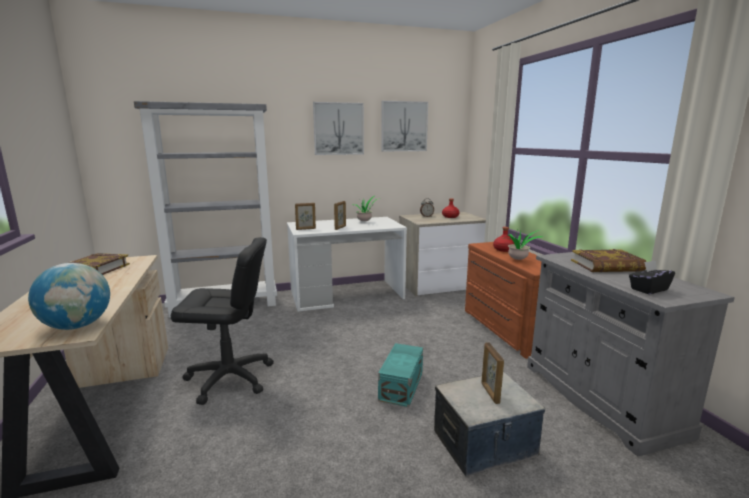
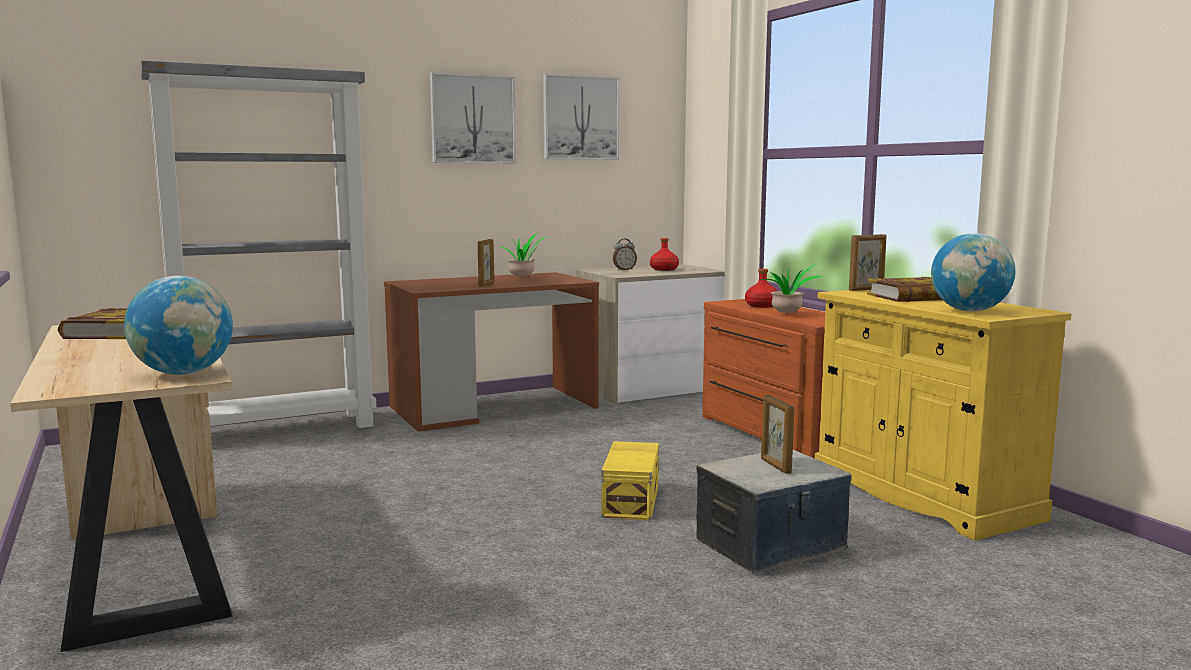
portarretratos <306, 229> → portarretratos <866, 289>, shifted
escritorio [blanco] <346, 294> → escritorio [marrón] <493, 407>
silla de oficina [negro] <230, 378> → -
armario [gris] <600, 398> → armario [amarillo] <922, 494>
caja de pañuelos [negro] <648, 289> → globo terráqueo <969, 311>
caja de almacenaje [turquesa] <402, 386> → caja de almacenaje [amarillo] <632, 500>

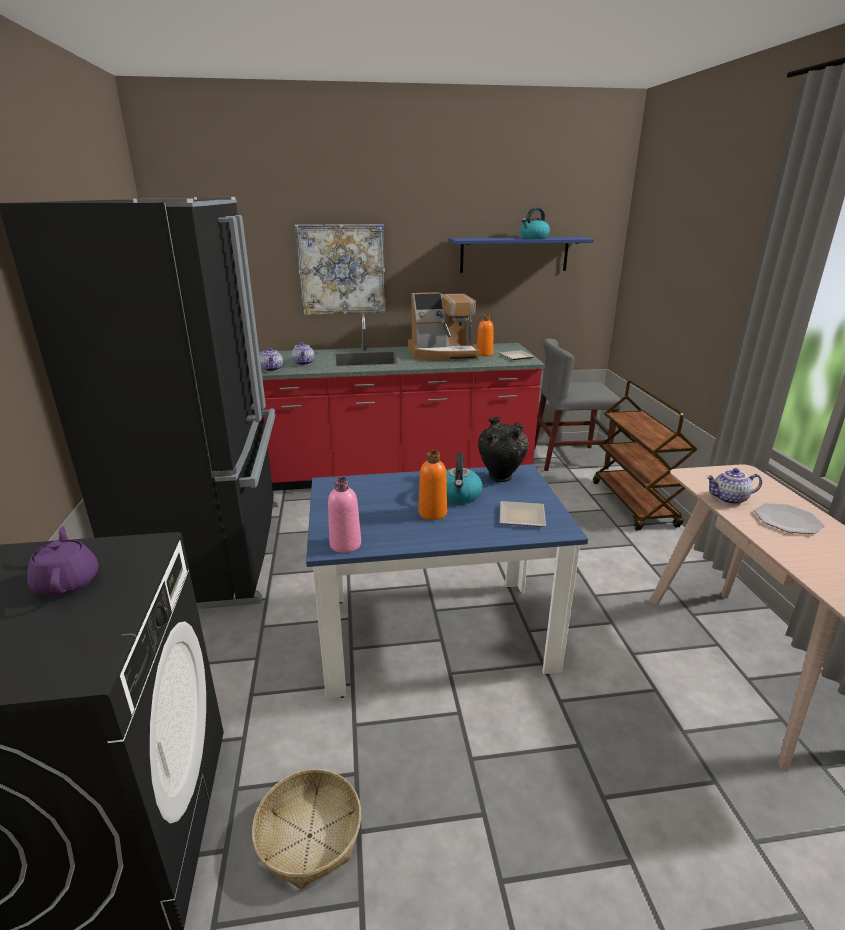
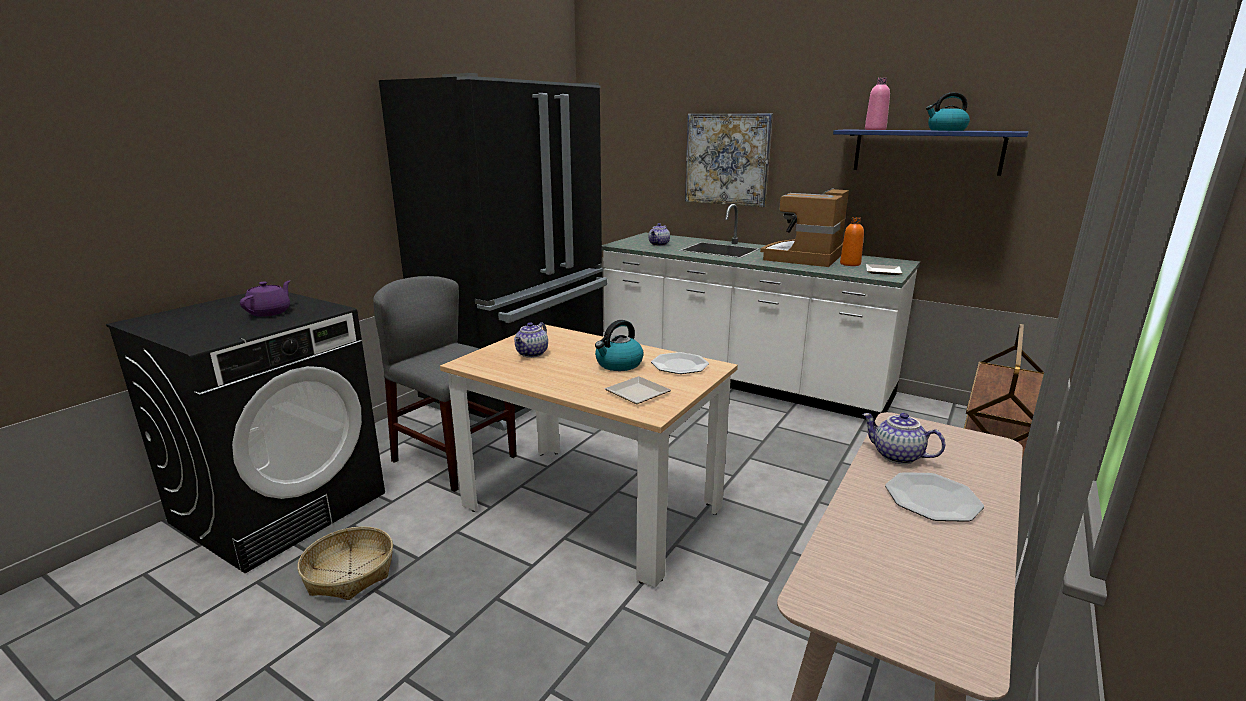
cafetera <443, 354> → cafetera <804, 257>, 90 degrees clockwise
mueble bajo de cocina [rojo] <399, 471> → mueble bajo de cocina [blanco] <741, 379>
silla [gris] <568, 458> → silla [gris] <455, 458>, shifted
tetera <272, 369> → tetera <532, 354>, shifted
florero [negro] <500, 479> → plato <680, 365>
botella [naranja] <432, 513> → -
mesa de comedor [azul] <435, 635> → mesa de comedor [beis] <591, 507>
botella [rosa] <345, 544> → botella [rosa] <875, 129>, shifted

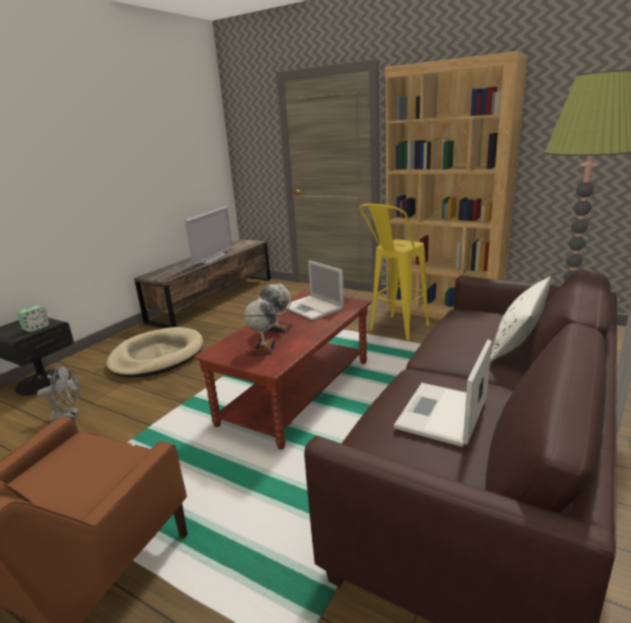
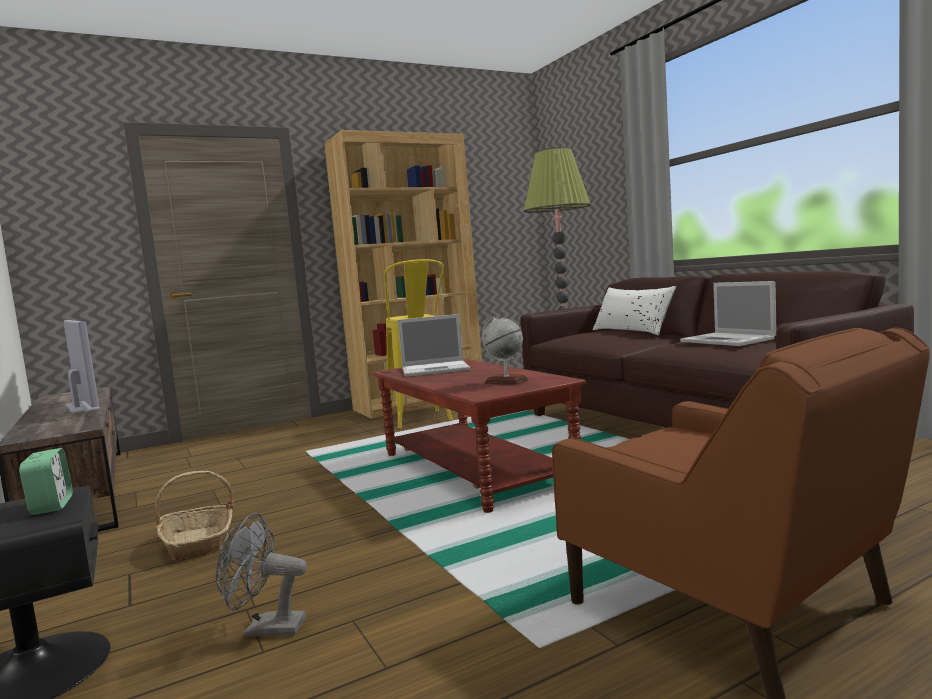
globo terráqueo <277, 328> → -
cama para perro [beis] <157, 356> → cesta <198, 543>
ventilador [gris] <69, 415> → ventilador [gris] <265, 629>, 105 degrees counterclockwise

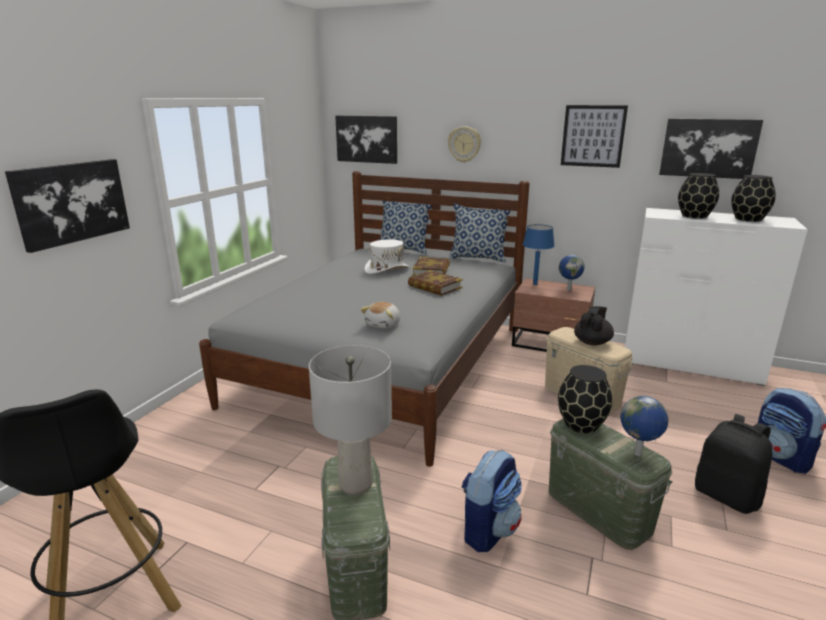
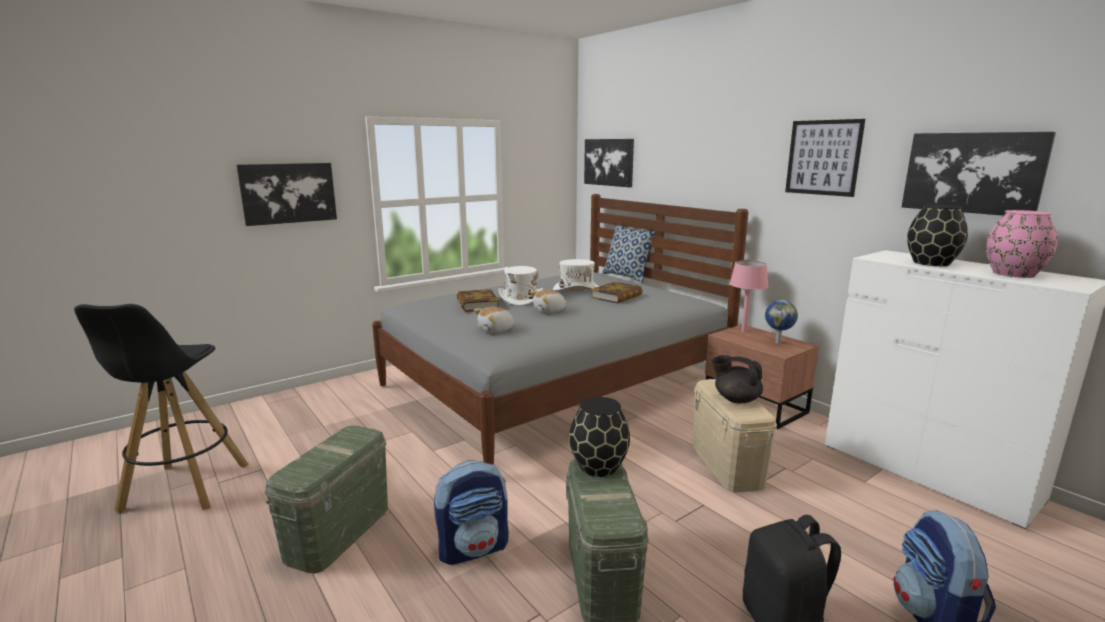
reloj de pared <464, 144> → -
florero [negro] <747, 219> → florero [rosa] <1013, 273>
cojín <478, 258> → -
lámpara de mesa [azul] <535, 284> → lámpara de mesa [rosa] <744, 331>
libro <434, 287> → libro <477, 304>, shifted
tetera [negro] <592, 342> → tetera [negro] <736, 399>, 120 degrees counterclockwise
lámpara de mesa [gris] <355, 485> → -
globo terráqueo <638, 454> → -
- → sombrero [blanco] <520, 298>
- → peluche <549, 311>

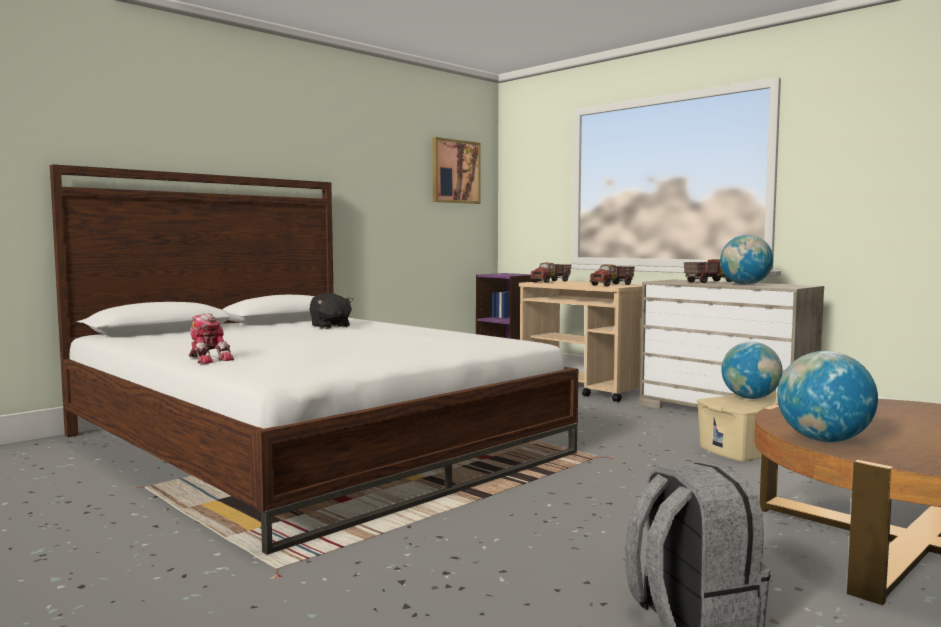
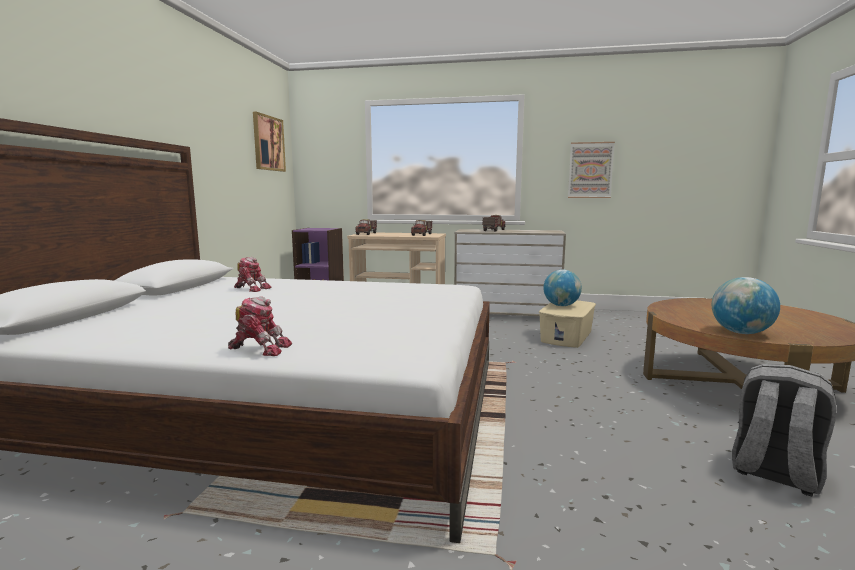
globo terráqueo <745, 284> → -
peluche [negro] <330, 326> → robot de juguete <251, 288>
- → cuadro <590, 170>

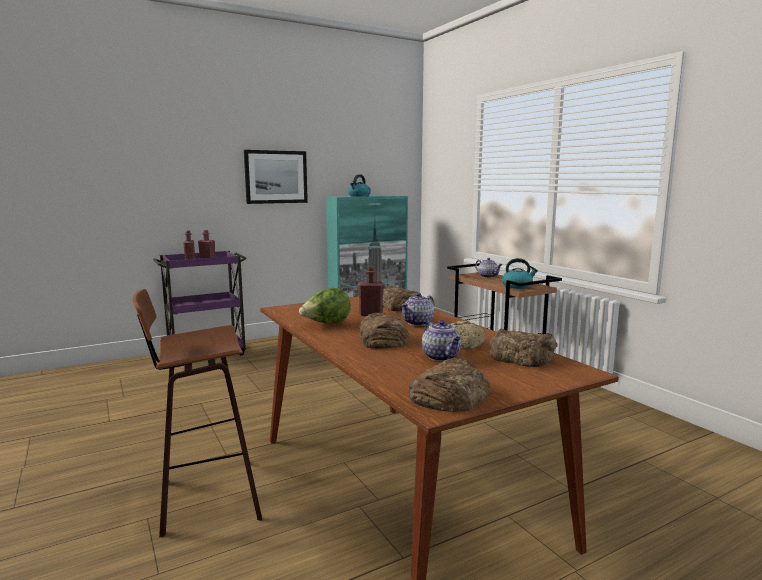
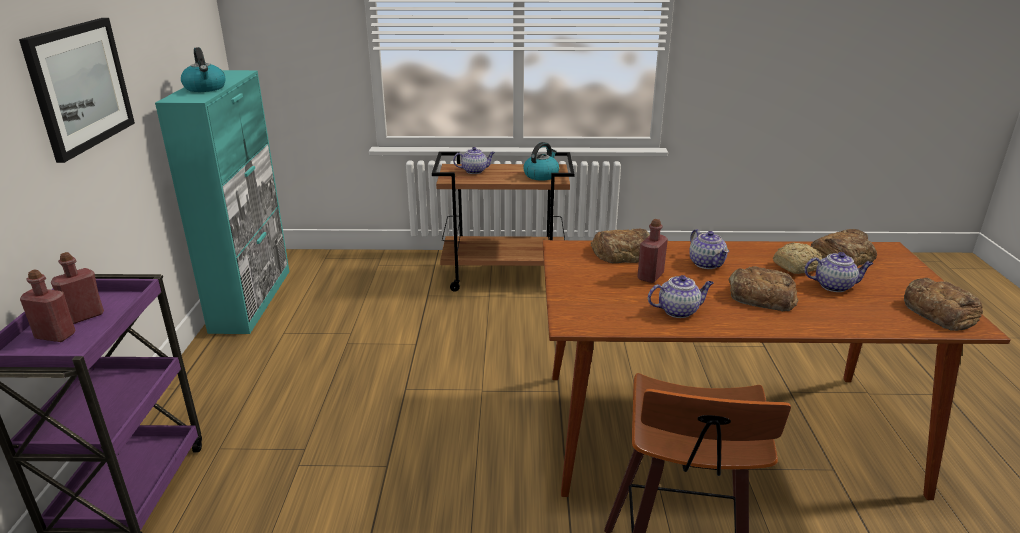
lechuga <326, 324> → tetera <678, 311>

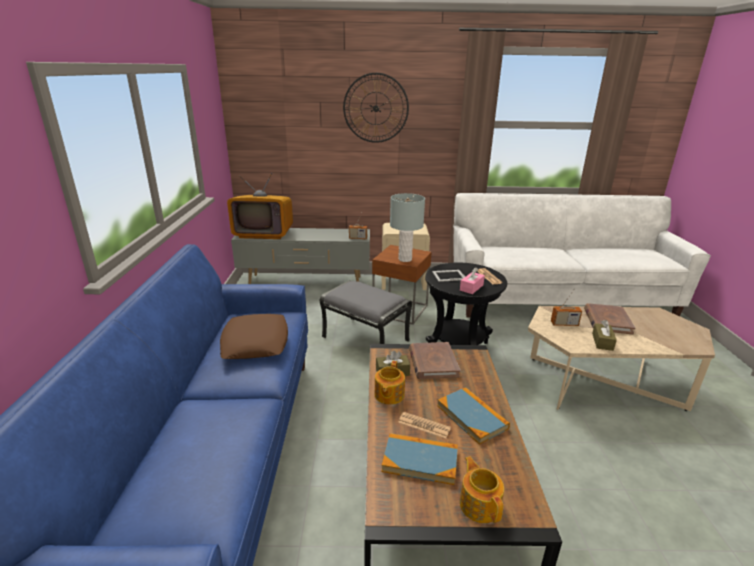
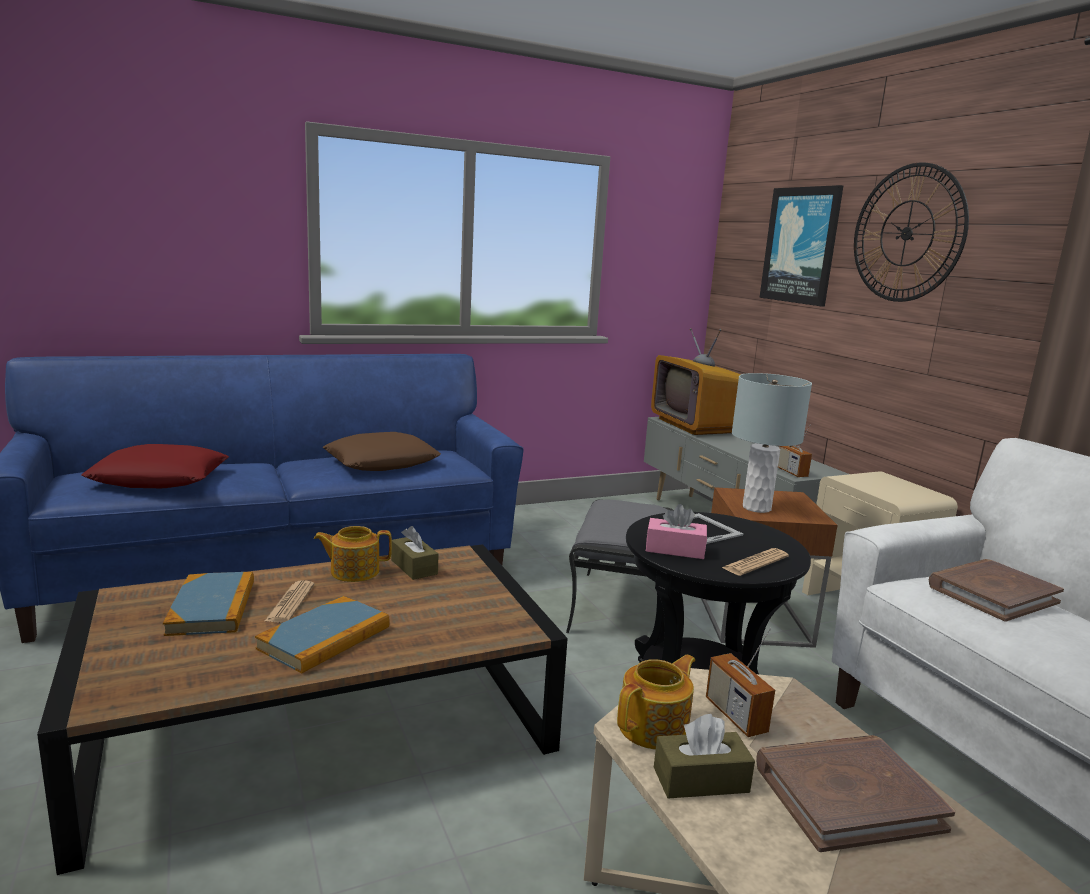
libro [marrón] <432, 363> → libro [marrón] <992, 594>, shifted
tetera <479, 504> → tetera <655, 727>, shifted
- → cuadro <801, 245>
- → cojín [rojo] <160, 478>

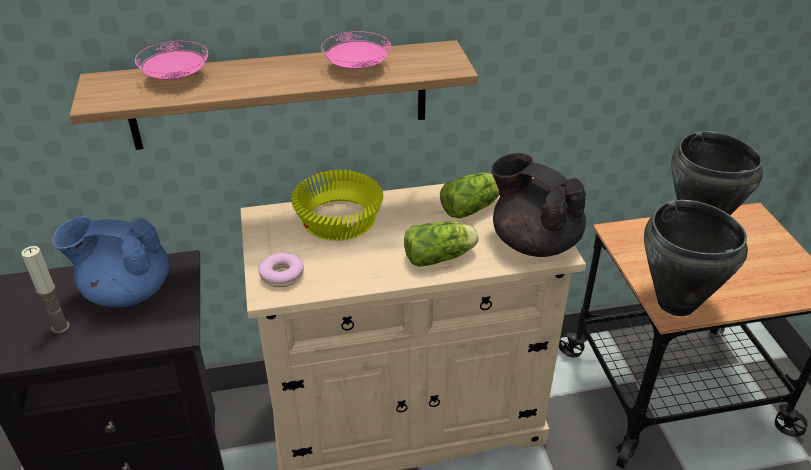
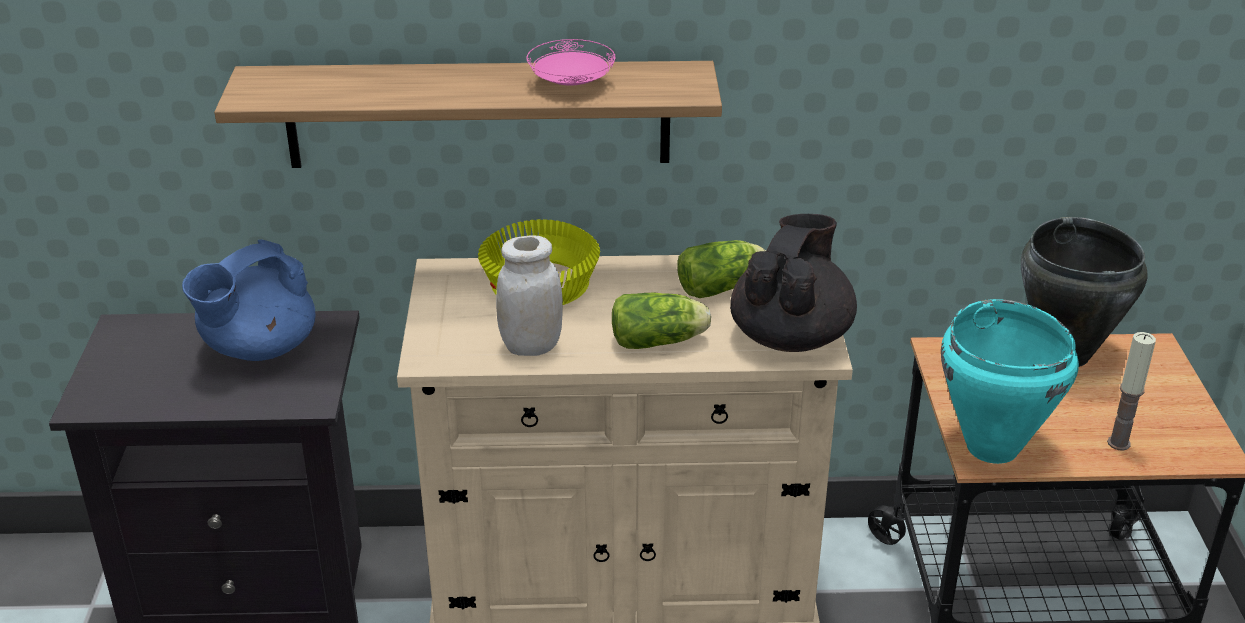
plato [rosa] <176, 78> → -
tetera [negro] <533, 241> → tetera [negro] <791, 336>, 60 degrees clockwise
olla [negro] <675, 304> → olla [turquesa] <991, 448>
tetera [azul] <127, 291> → tetera [azul] <258, 348>, 60 degrees counterclockwise
vela <60, 327> → vela <1118, 443>, shifted
rosquilla <282, 275> → -
- → tarro [blanco] <531, 346>

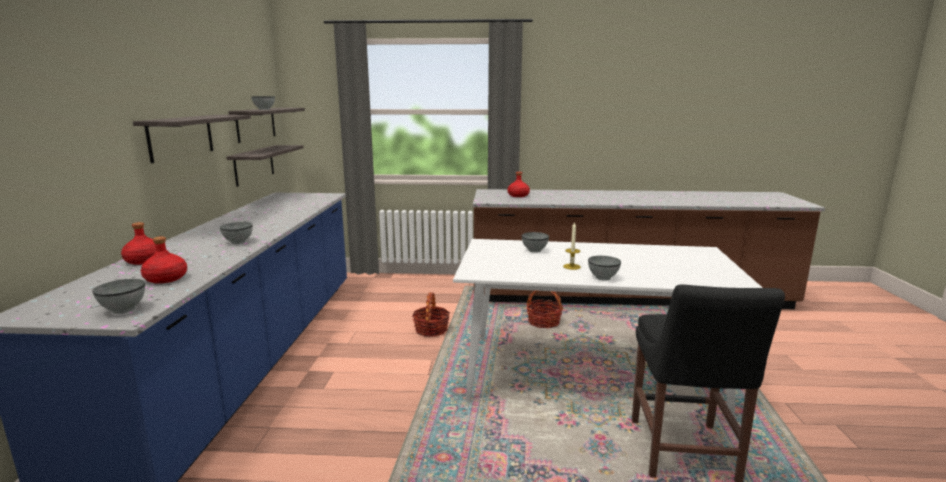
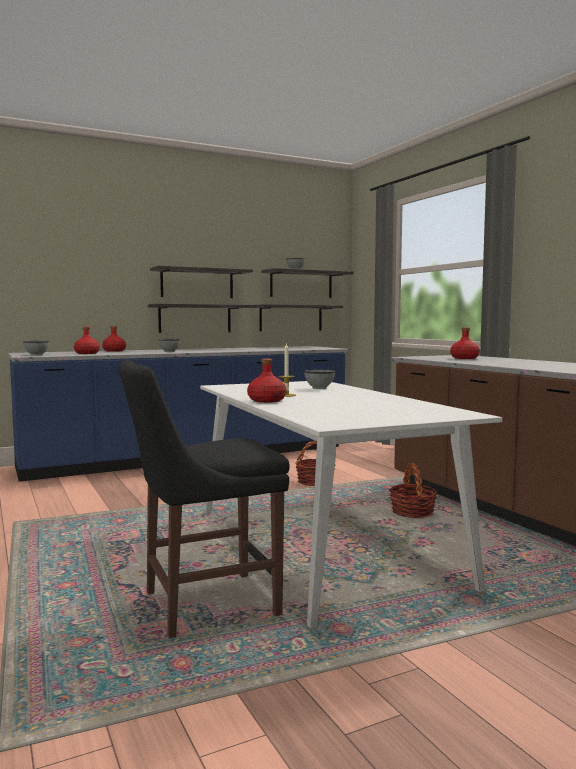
cuenco [gris] <602, 278> → botella [rojo] <266, 400>
- → estante <195, 318>

